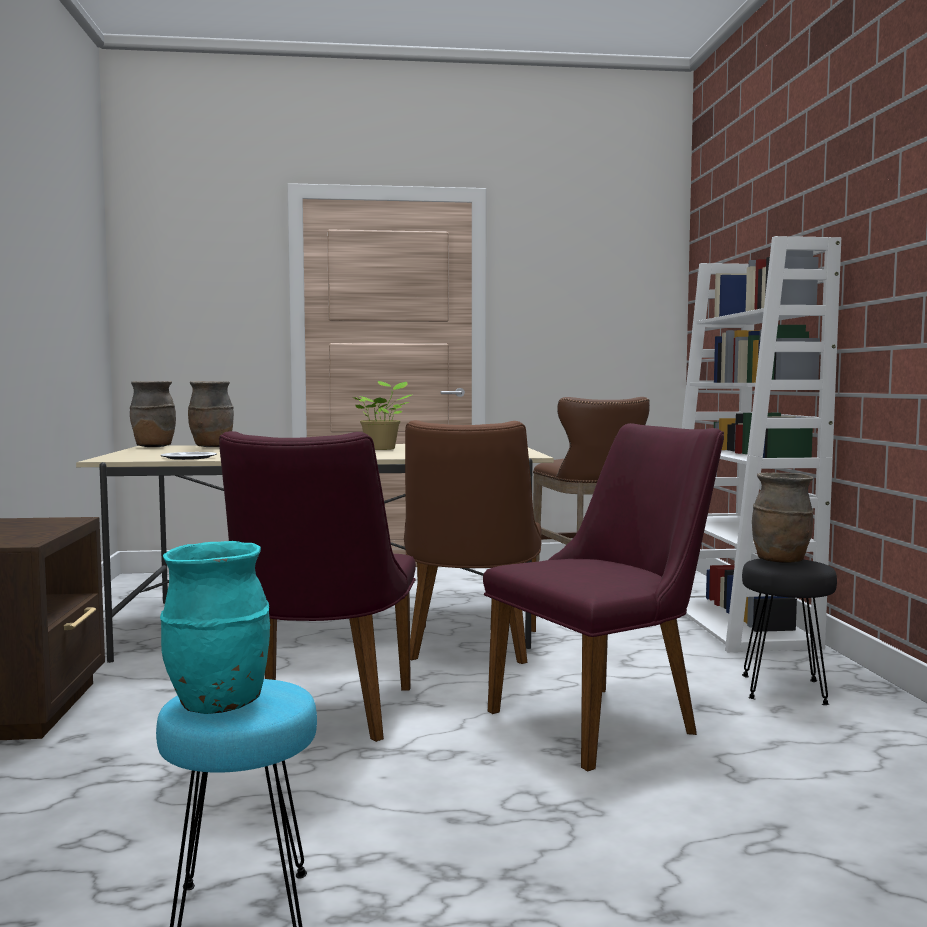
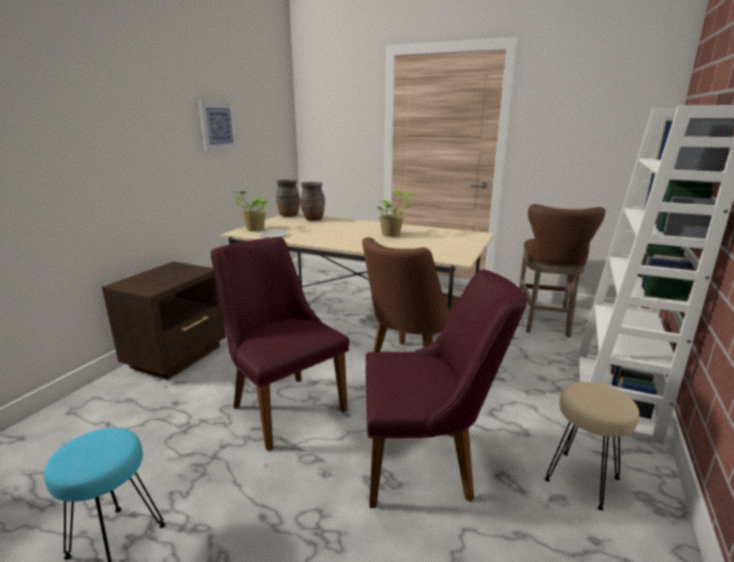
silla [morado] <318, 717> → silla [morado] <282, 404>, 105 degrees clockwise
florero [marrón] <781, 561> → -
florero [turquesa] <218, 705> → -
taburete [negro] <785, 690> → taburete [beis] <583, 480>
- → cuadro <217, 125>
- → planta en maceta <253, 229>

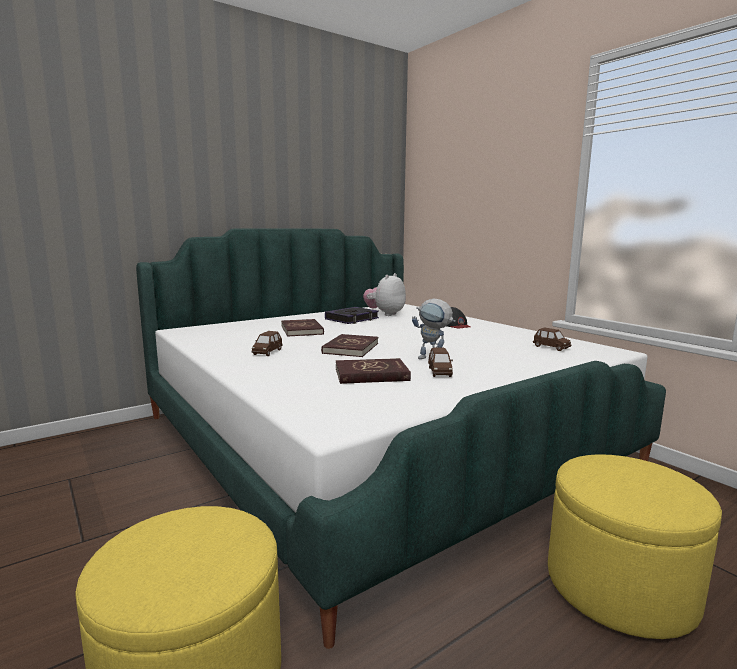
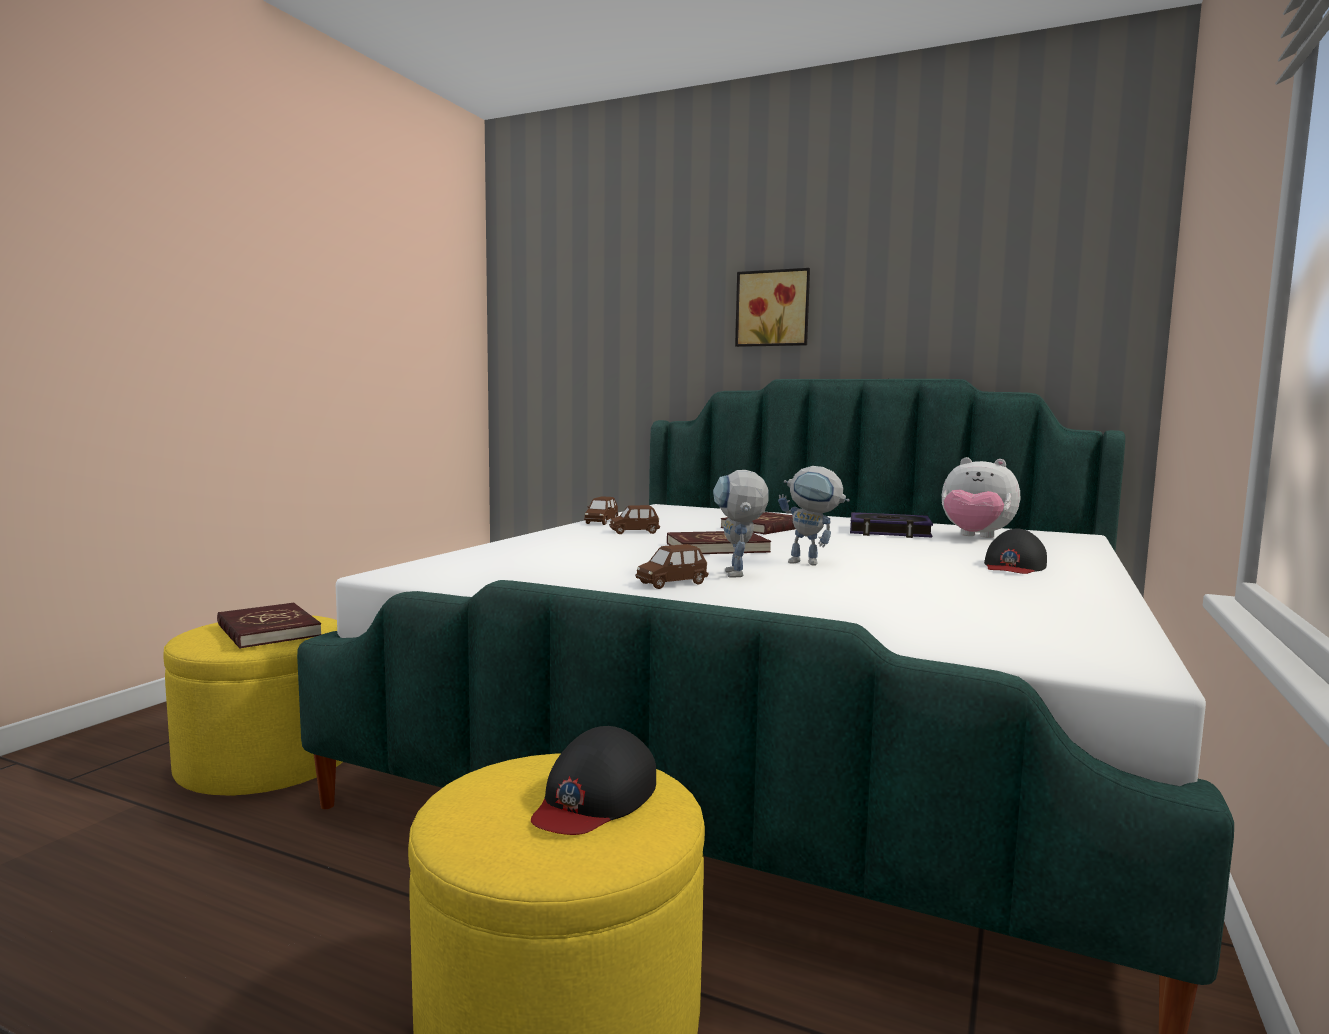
peluche <385, 314> → peluche <975, 537>, 150 degrees counterclockwise
coche de juguete [marrón] <551, 347> → coche de juguete [marrón] <601, 522>, shifted
libro [rojo] <371, 374> → libro [rojo] <267, 630>, shifted
- → cuadro <773, 308>
- → robot de juguete <812, 563>
- → gorra [negro] <594, 798>

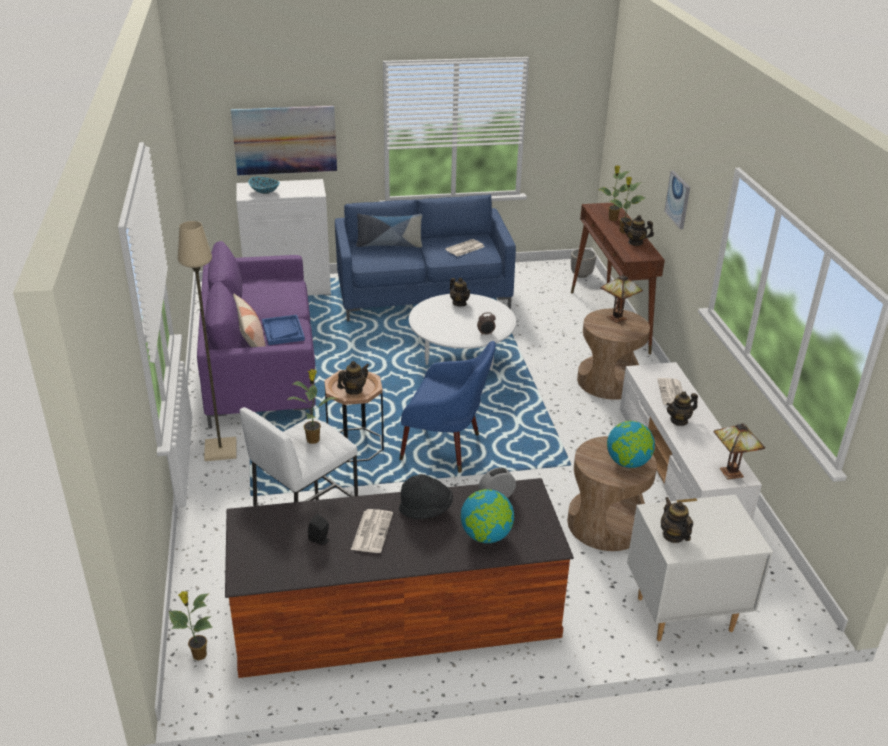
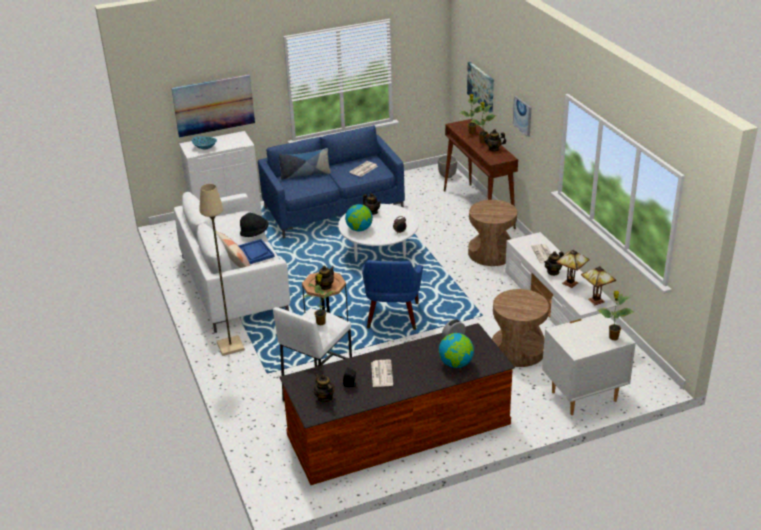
sofá [morado] <260, 371> → sofá [blanco] <234, 286>
lámpara de mesa <618, 318> → lámpara de mesa <571, 283>, shifted
sillón [azul] <446, 448> → sillón [azul] <392, 318>, 90 degrees clockwise
globo terráqueo <627, 463> → globo terráqueo <359, 229>, shifted
sombrero [negro] <426, 509> → sombrero [negro] <255, 233>, shifted
tetera <673, 535> → tetera <324, 398>, shifted
planta en maceta <198, 655> → planta en maceta <613, 337>, shifted
- → cuadro <481, 86>

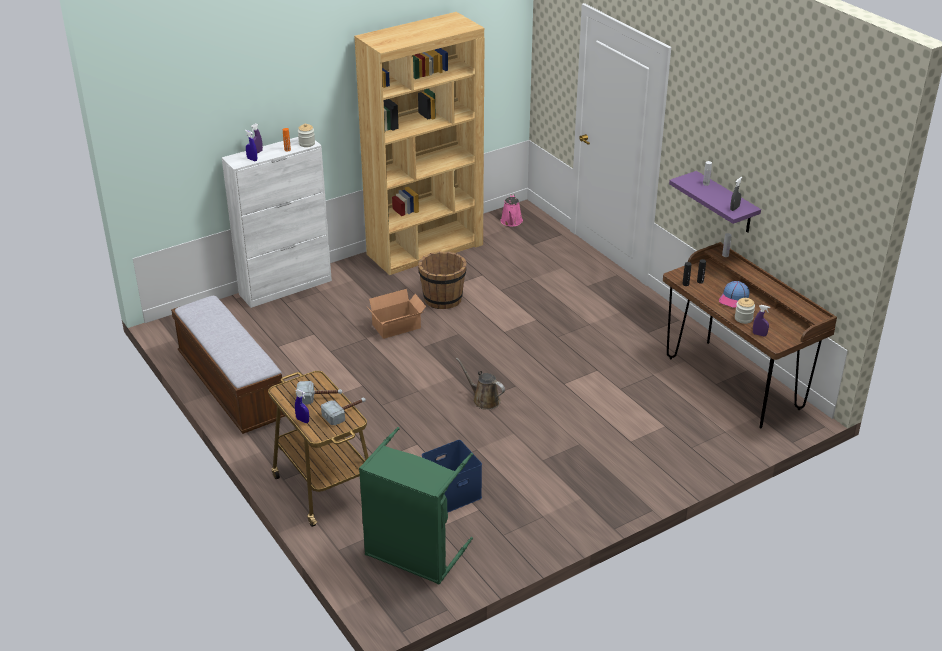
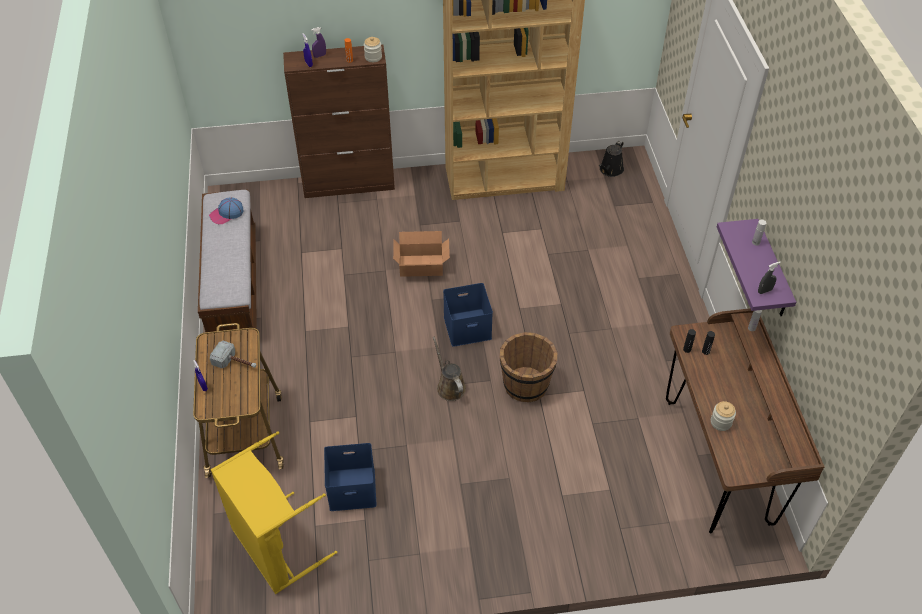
armario [blanco] <286, 287> → armario [marrón] <349, 184>
regadera [rosa] <511, 222> → regadera [negro] <610, 170>
cubo [marrón] <443, 299> → cubo [marrón] <526, 384>, shifted
gorra <734, 298> → gorra <226, 214>, shifted
pulverizador [morado] <759, 334> → -
martillo <345, 413> → -
cesto de la ropa [verde] <413, 555> → cesto de la ropa [amarillo] <274, 548>
- → caja de almacenaje [azul] <468, 326>

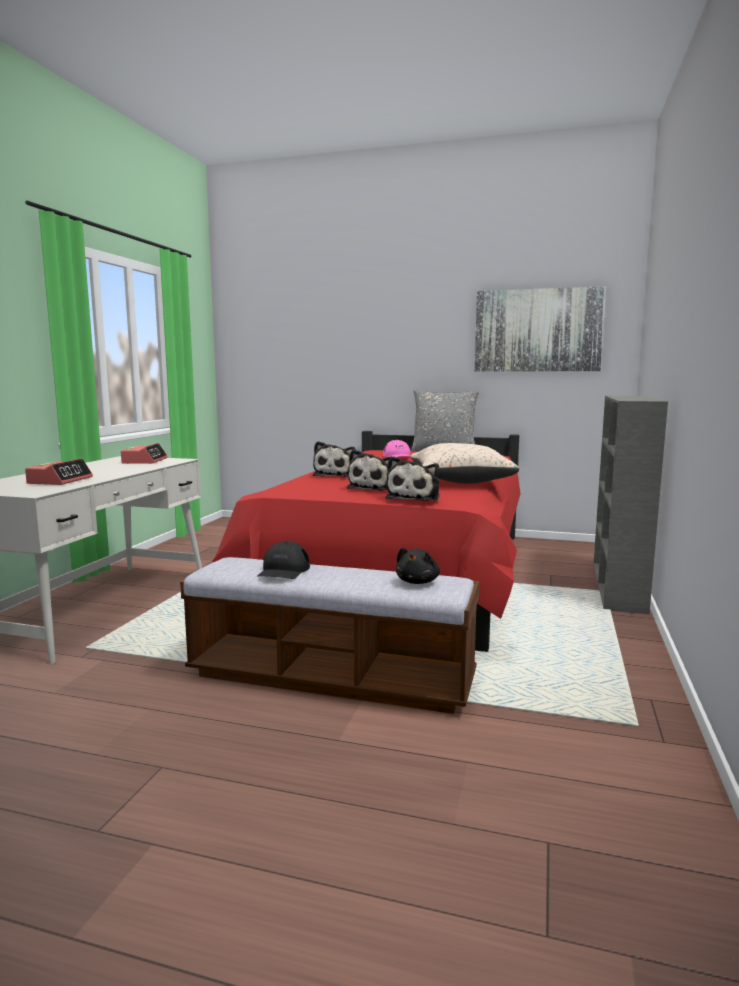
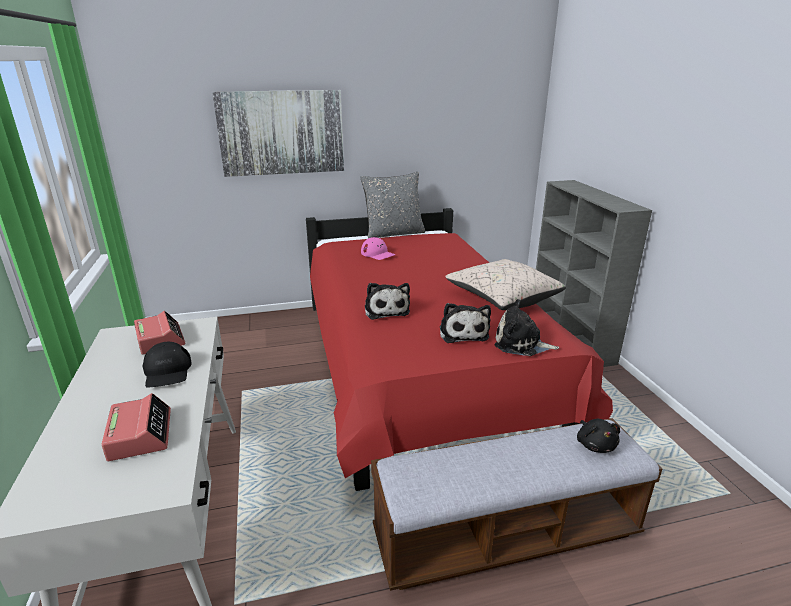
cuadro <537, 330> → cuadro <281, 133>, shifted
peluche <415, 497> → peluche <521, 344>, 120 degrees clockwise
gorra [negro] <283, 570> → gorra [negro] <167, 371>, shifted

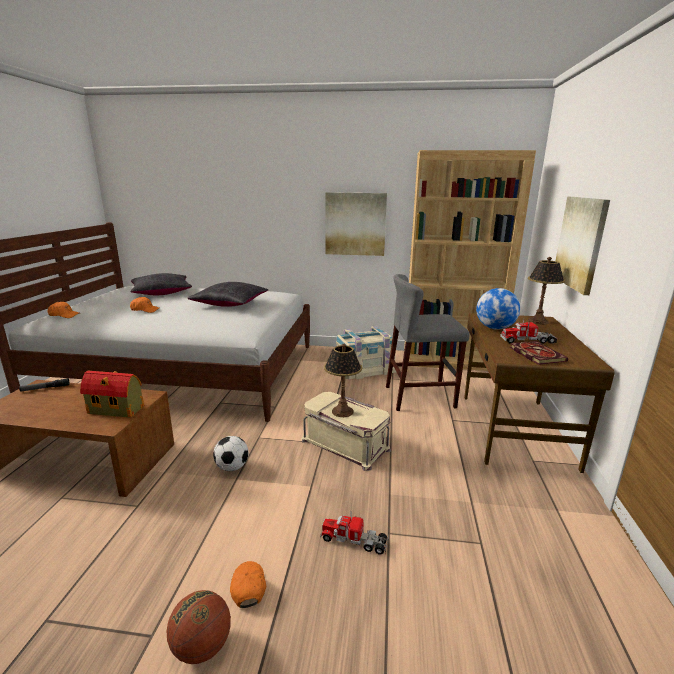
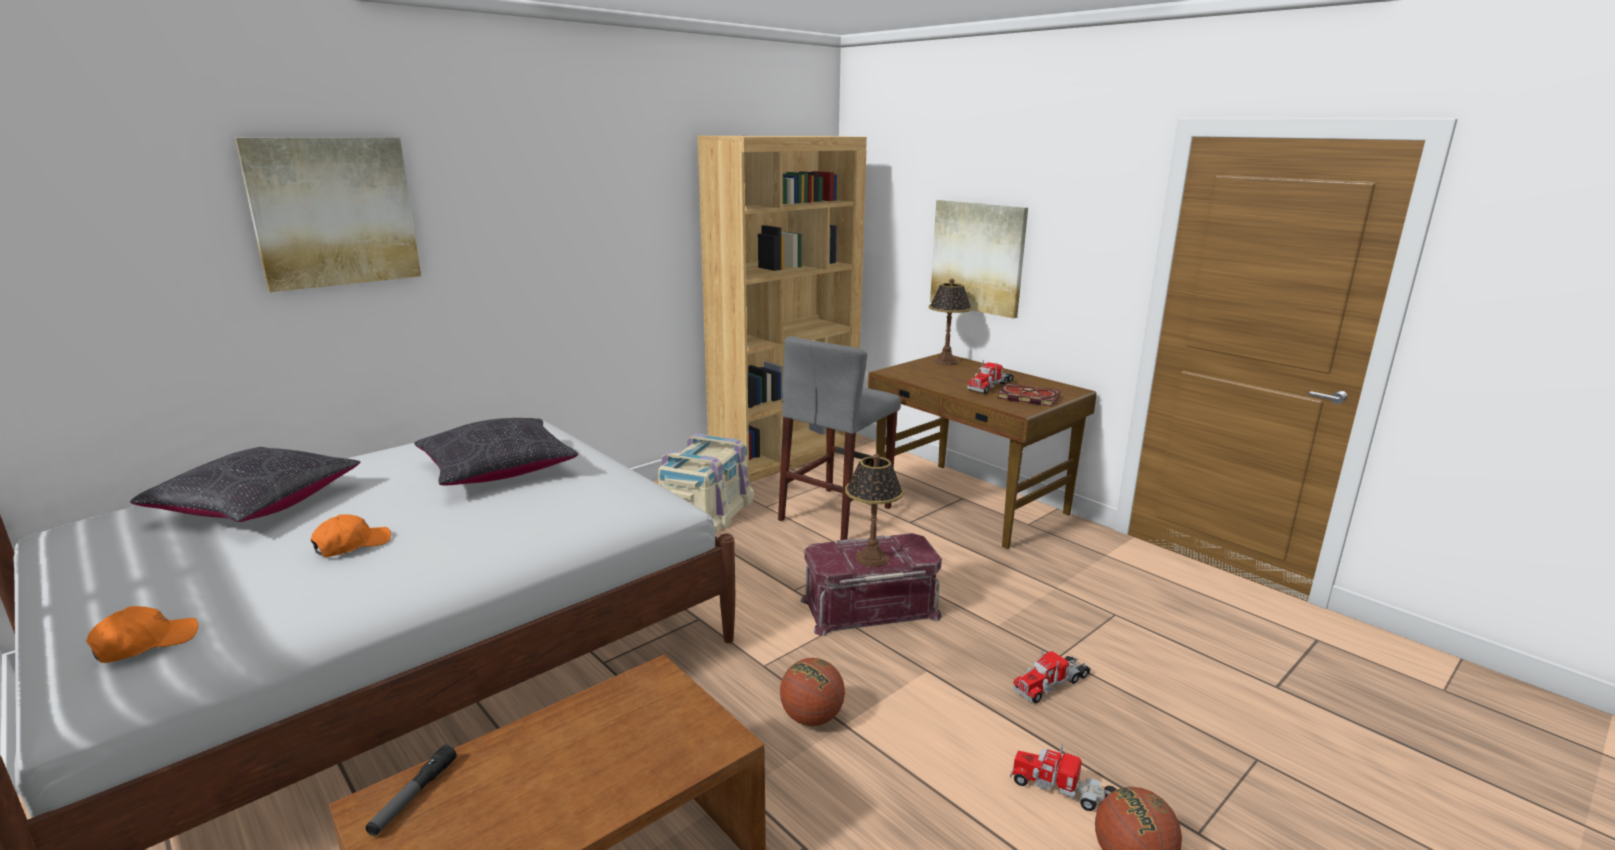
cuadro <355, 224> → cuadro <334, 212>, shifted
globo terráqueo <495, 328> → -
casita <117, 410> → -
caja de almacenaje [beis] <346, 444> → caja de almacenaje [rojo] <869, 607>
balón de fútbol <232, 467> → balón de baloncesto <812, 718>
gorra [naranja] <248, 587> → camión de juguete <1064, 791>

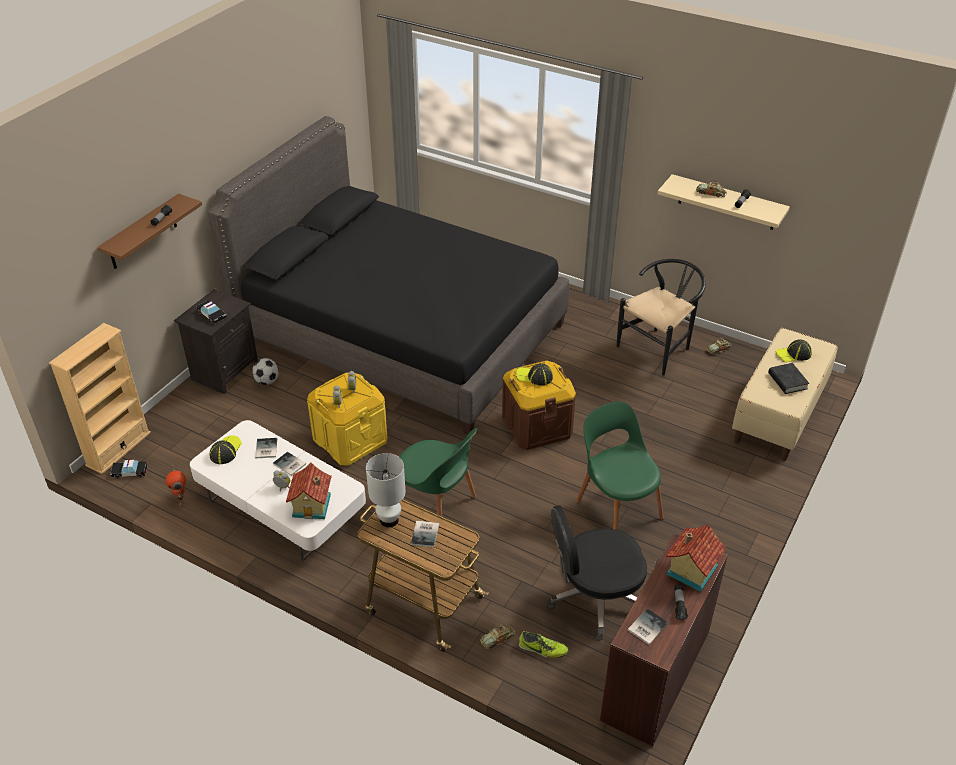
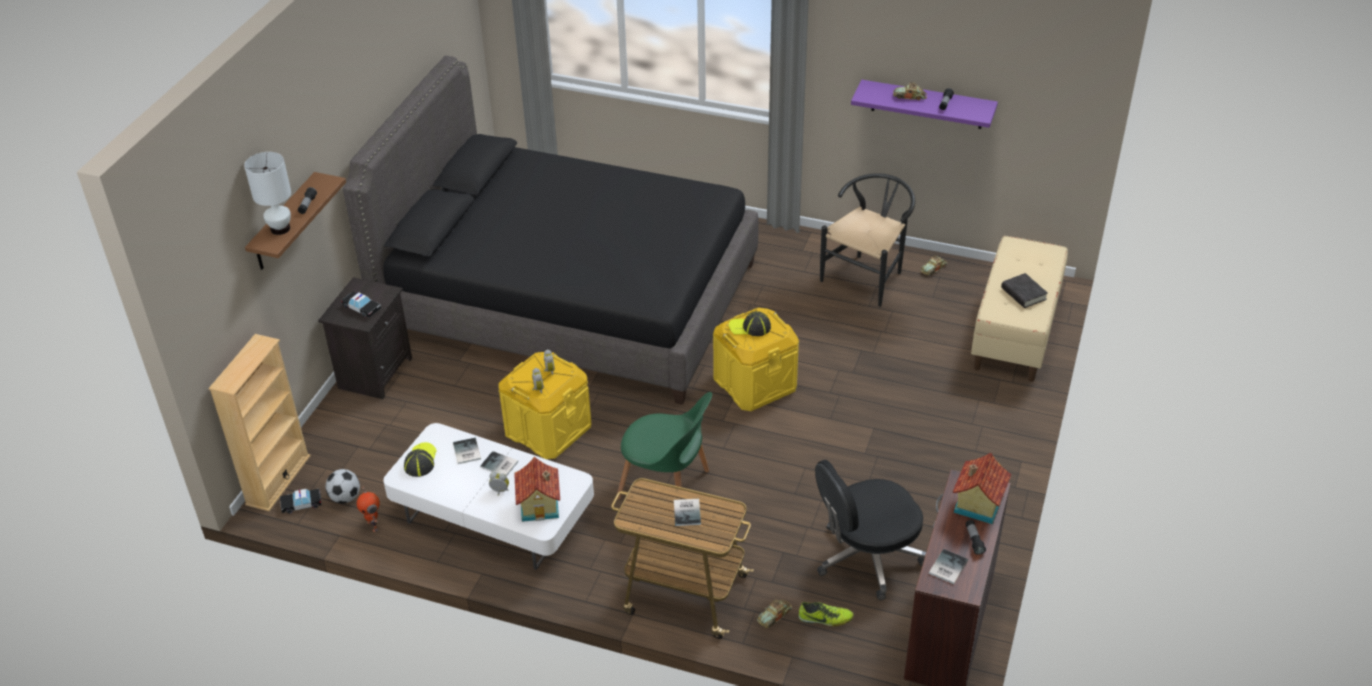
estante [beis] <727, 202> → estante [morado] <927, 104>
gorra <793, 354> → -
balón de fútbol <267, 381> → balón de fútbol <345, 497>, shifted
caja de almacenaje [marrón] <537, 426> → caja de almacenaje [amarillo] <755, 383>
silla [verde] <617, 507> → -
lámpara de mesa [blanco] <389, 520> → lámpara de mesa [blanco] <280, 229>, shifted

